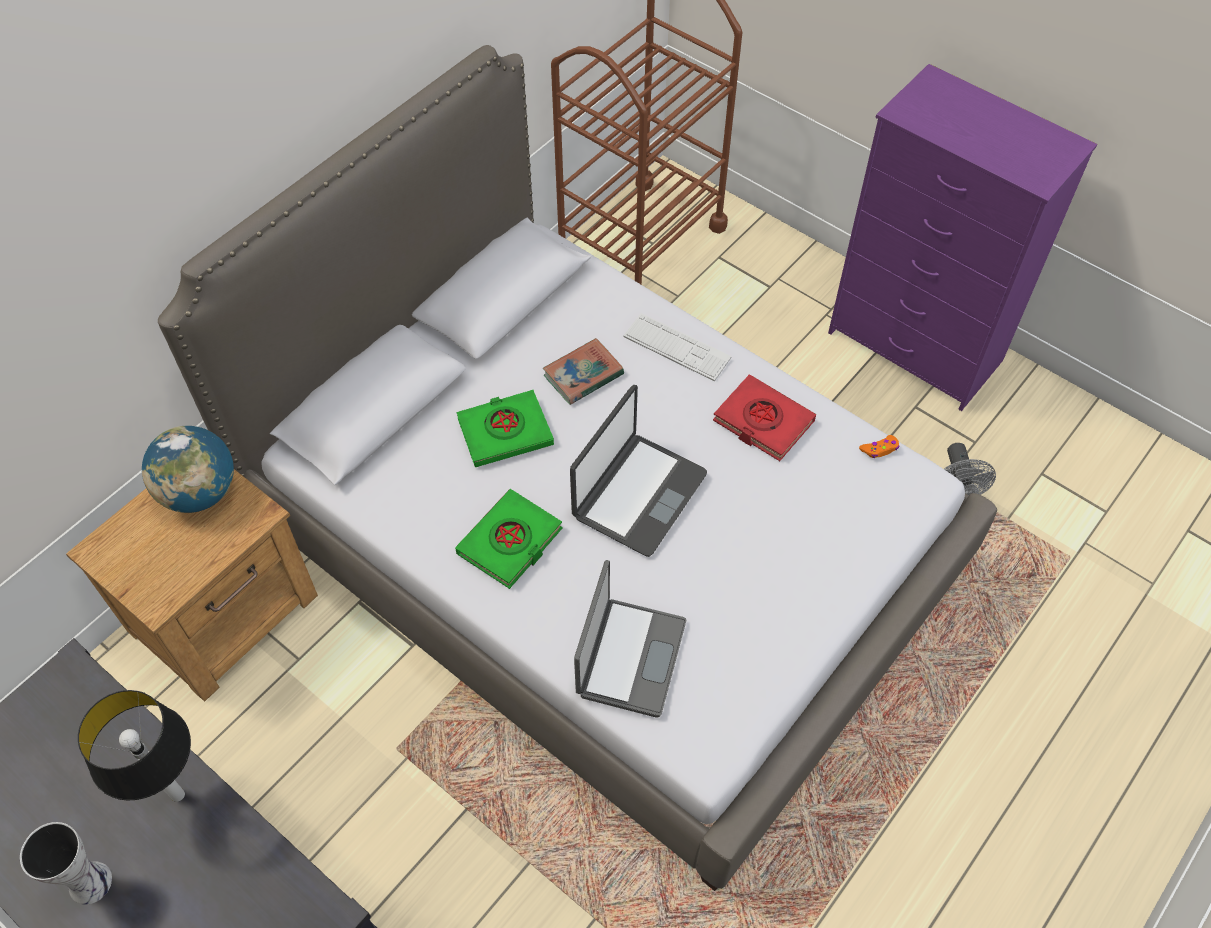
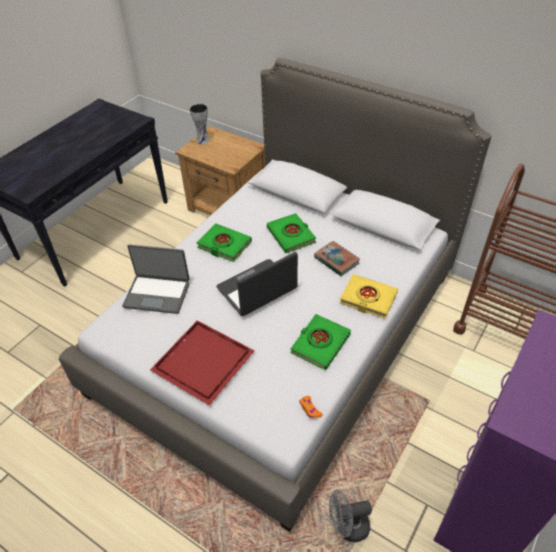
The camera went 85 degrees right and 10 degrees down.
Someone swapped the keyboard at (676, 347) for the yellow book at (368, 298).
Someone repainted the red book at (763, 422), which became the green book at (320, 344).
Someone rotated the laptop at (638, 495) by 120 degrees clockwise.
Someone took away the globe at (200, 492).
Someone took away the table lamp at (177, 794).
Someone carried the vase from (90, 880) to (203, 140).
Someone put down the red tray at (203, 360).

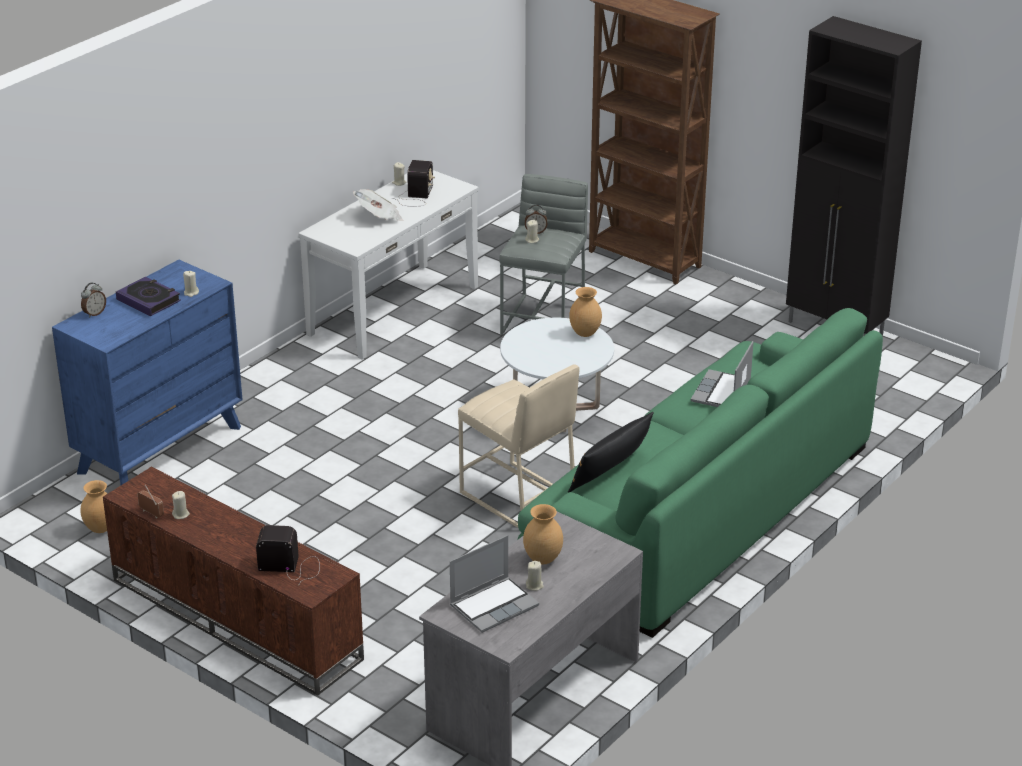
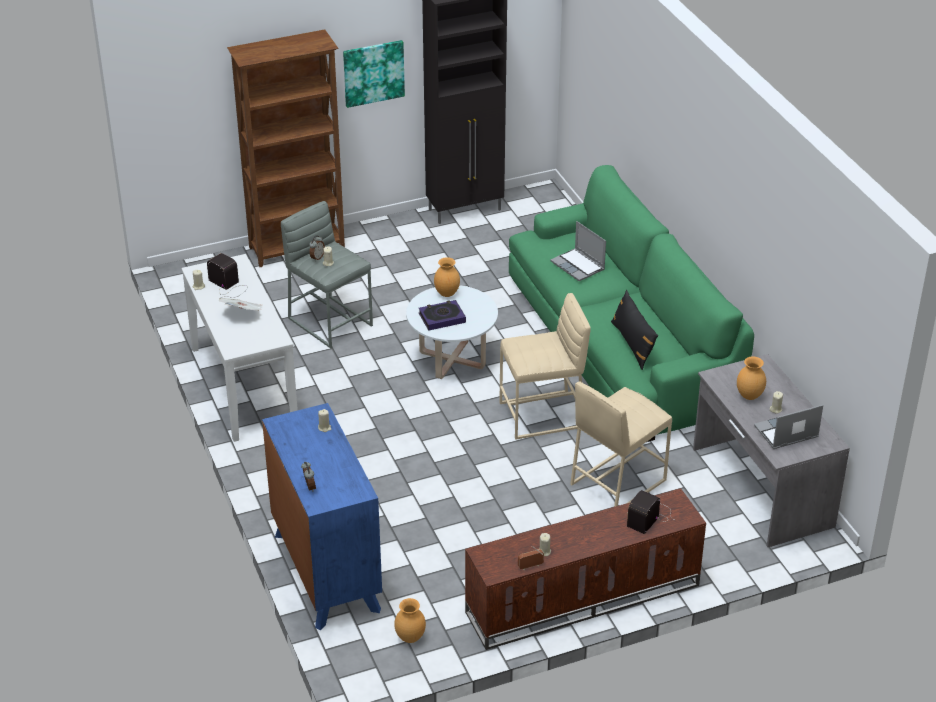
The camera went 60 degrees left and 5 degrees up.
Someone carried the book from (148, 300) to (442, 318).
Someone rotated the laptop at (494, 605) by 105 degrees counterclockwise.
Someone put up the picture at (373, 72).
Someone put down the beige stool at (617, 482).

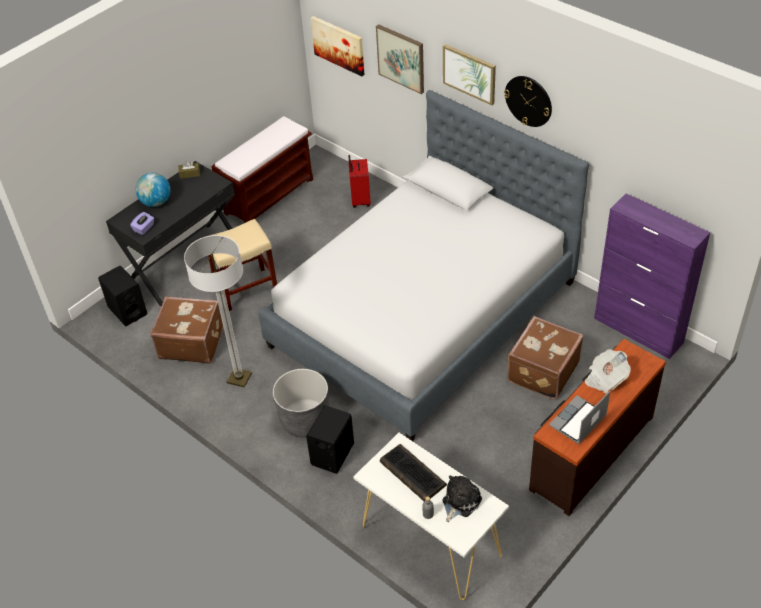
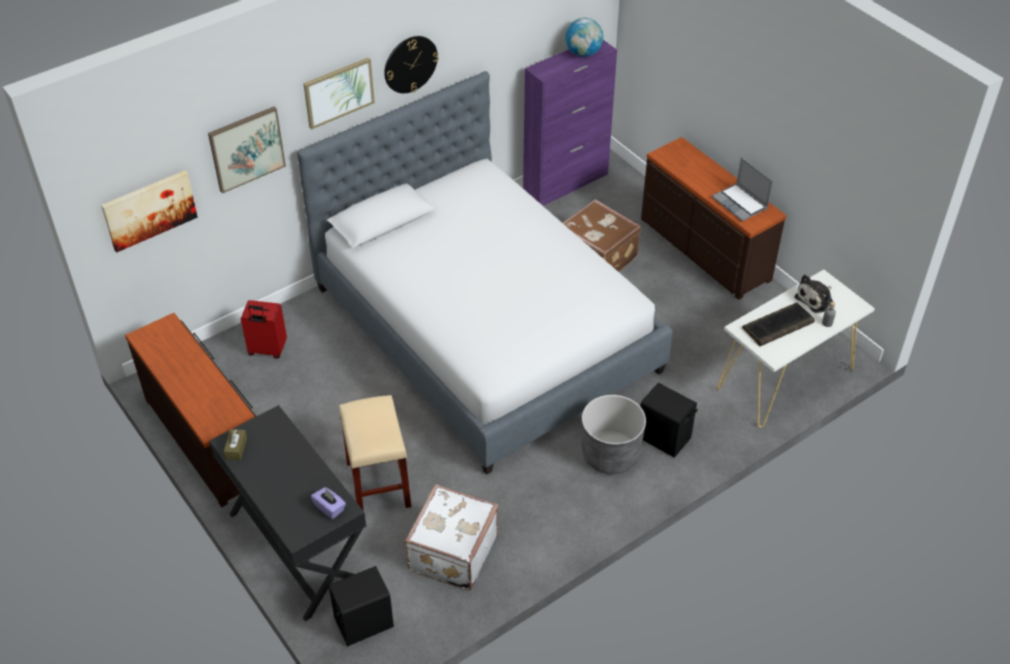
The camera went 80 degrees left and 0 degrees up.
Someone swapped the brown bench at (269, 196) for the brown dresser at (207, 438).
Someone carried the globe from (156, 202) to (583, 53).
Someone took away the floor lamp at (239, 378).
Someone repainted the brown suitcase at (191, 342), which became the white suitcase at (451, 553).
Someone took away the newspaper at (605, 378).
Someone rotated the plush toy at (460, 502) by 90 degrees counterclockwise.

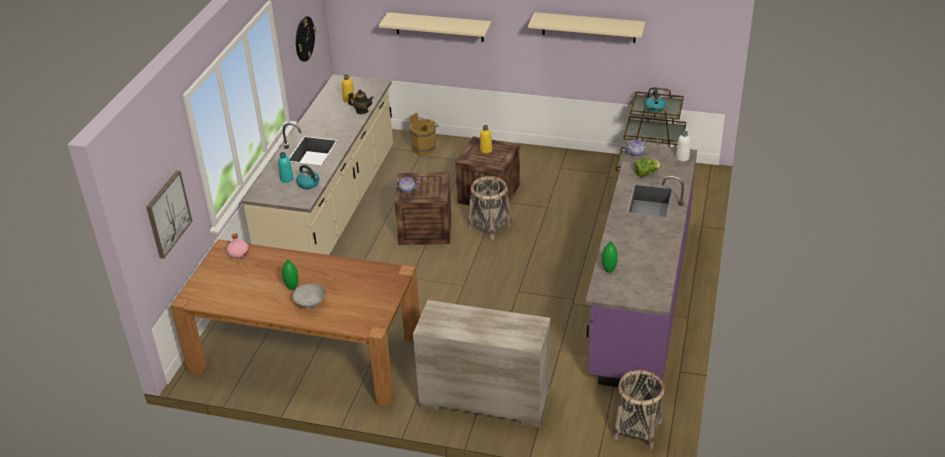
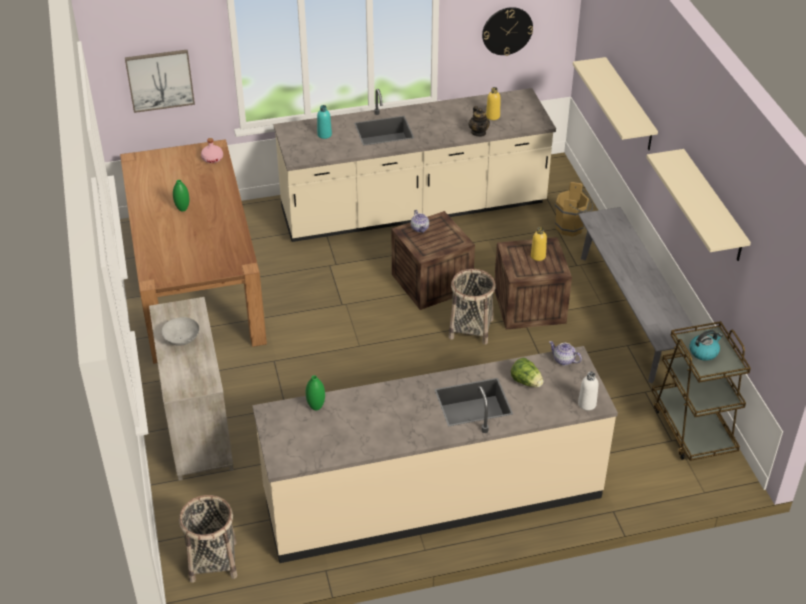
The camera went 60 degrees right and 5 degrees up.
Someone repainted the purple counter at (640, 297), which became the beige counter at (432, 495).
Someone took away the kettle at (309, 184).
Someone carried the grey bowl from (311, 303) to (182, 340).
Someone put down the grey bench at (630, 314).

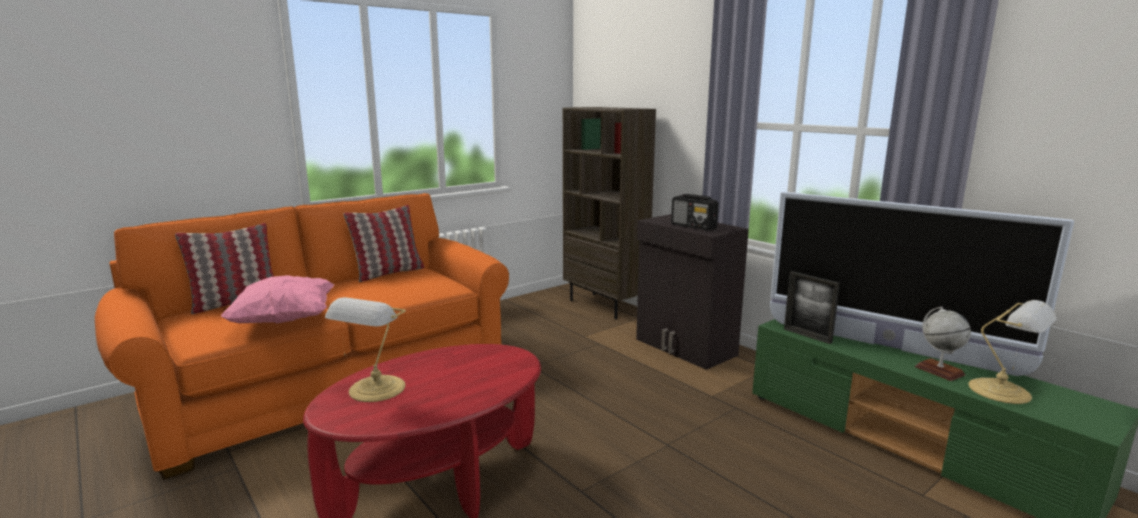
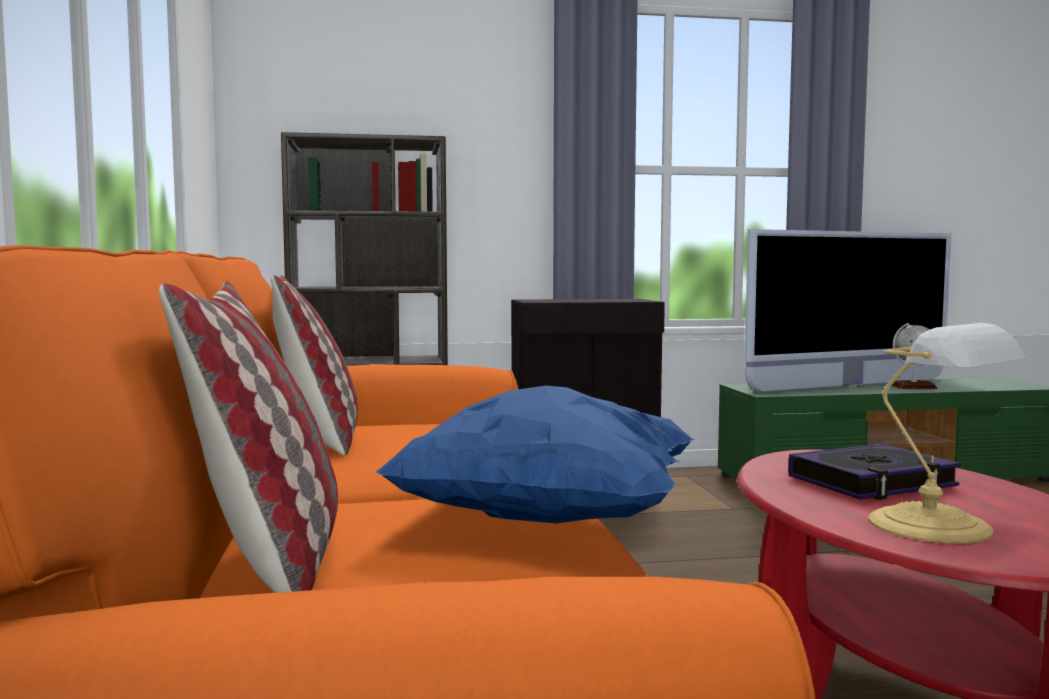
The camera went 60 degrees left and 10 degrees down.
Someone took away the radio at (694, 226).
Someone took away the picture frame at (807, 335).
Someone repainted the pink pillow at (285, 320), which became the blue pillow at (547, 520).
Someone took away the table lamp at (1003, 392).
Someone put down the book at (872, 482).

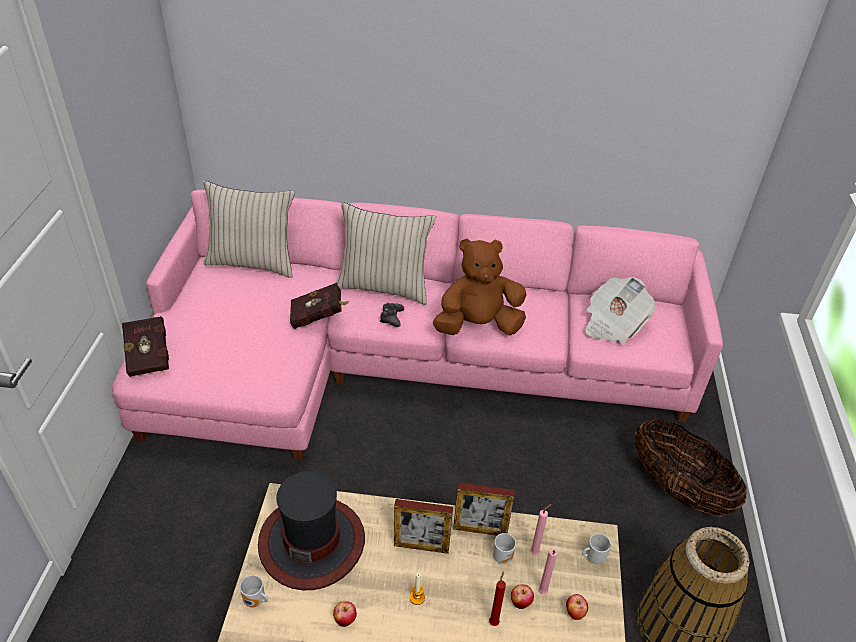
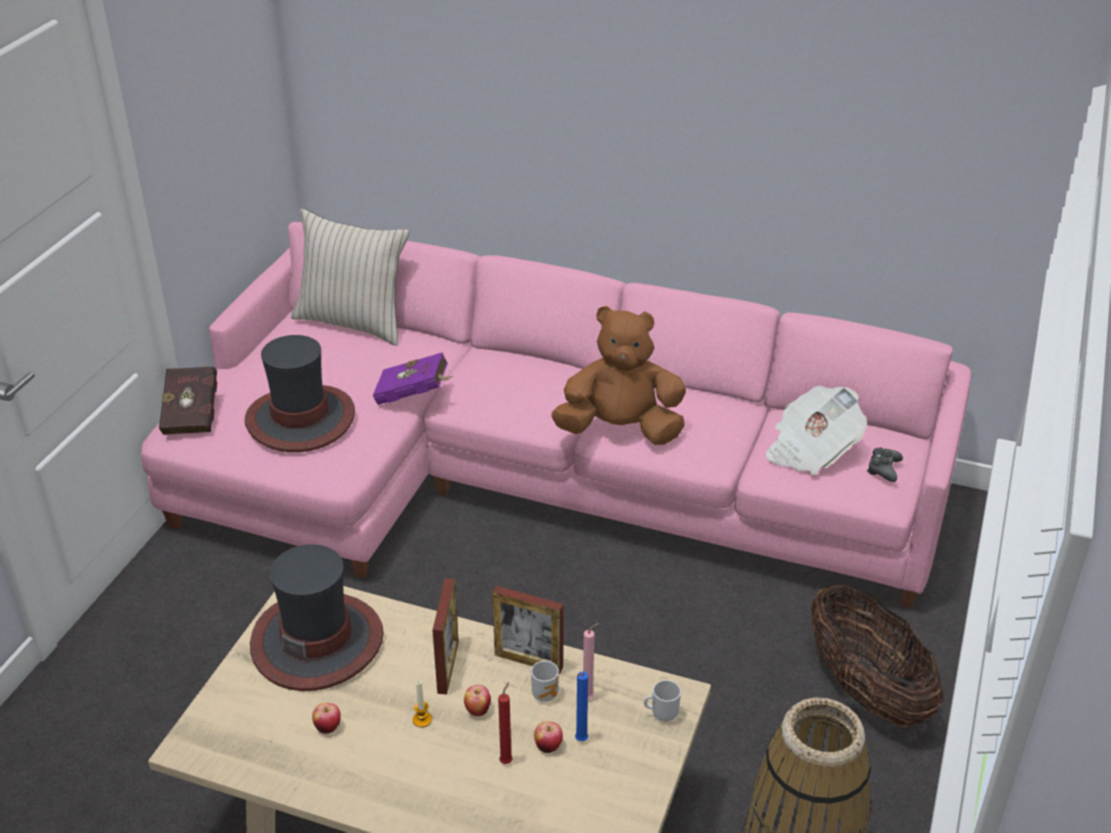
The camera went 15 degrees right and 5 degrees down.
Someone took away the beige pillow at (384, 287).
Someone repainted the red book at (319, 317), which became the purple book at (415, 395).
Someone carried the black game controller from (391, 317) to (883, 469).
Someone rotated the picture frame at (421, 546) by 105 degrees counterclockwise.
Someone repainted the pink candle at (542, 592), which became the blue candle at (580, 741).
Someone took away the mug at (255, 602).
Someone carried the apple from (574, 613) to (477, 710).
Someone put down the hat at (301, 419).

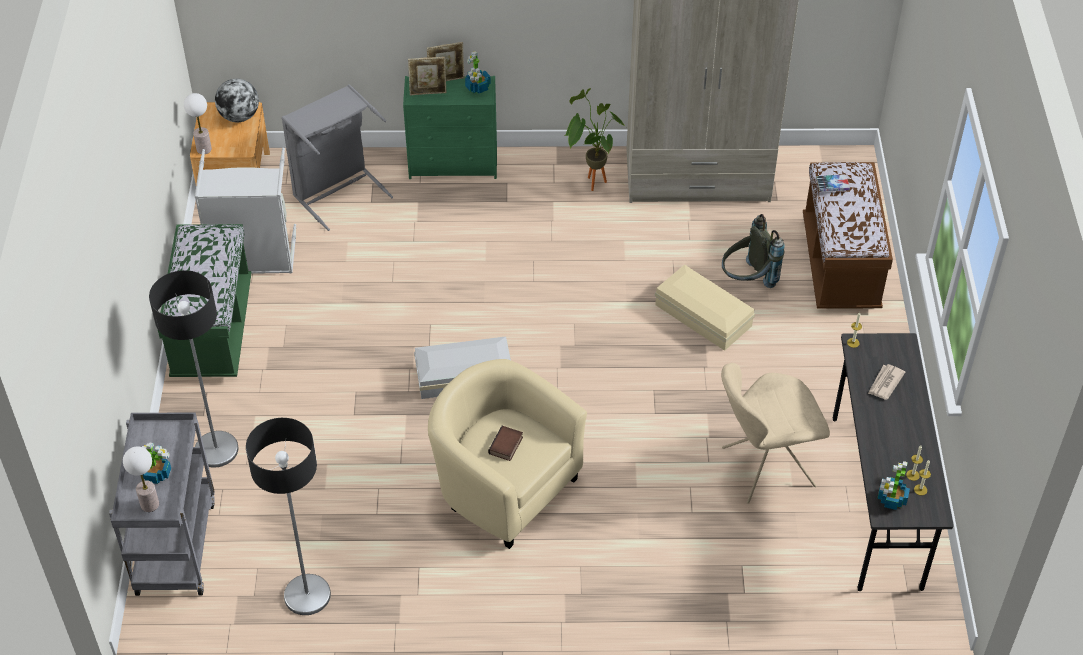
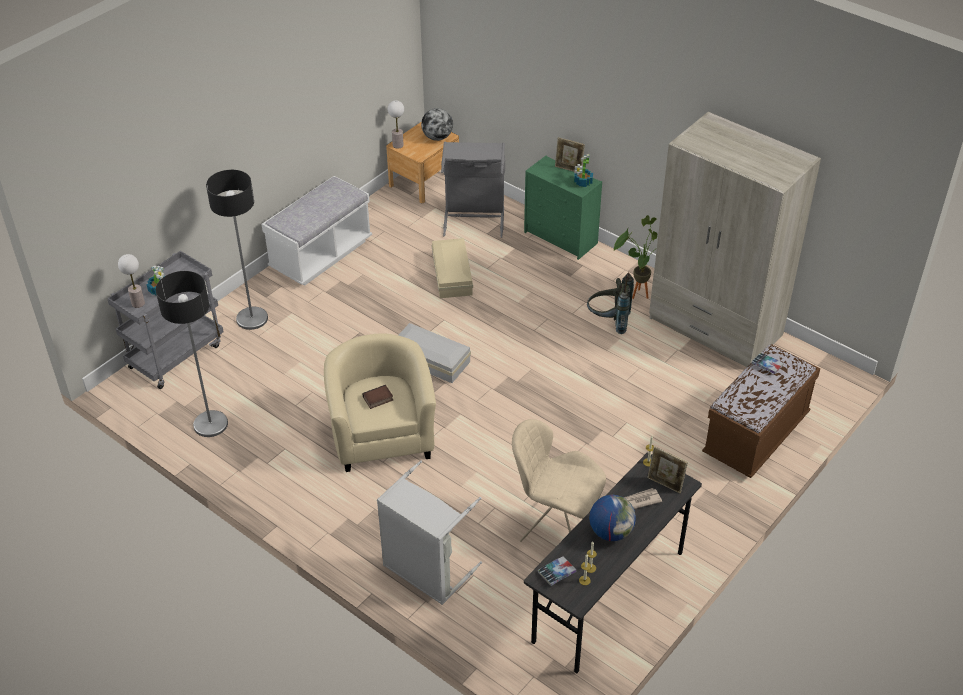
The camera went 40 degrees right and 5 degrees down.
Someone carried the picture frame from (428, 92) to (665, 484).
Someone carried the grey laundry basket from (253, 258) to (426, 571).
Someone carried the grey backpack from (747, 280) to (609, 322).
Someone repainted the green bench at (212, 330), which became the white bench at (321, 255).
Someone carried the beige storage box from (703, 317) to (451, 275).
Someone swapped the potted plant at (891, 499) for the book at (556, 573).
Someone put down the globe at (611, 532).

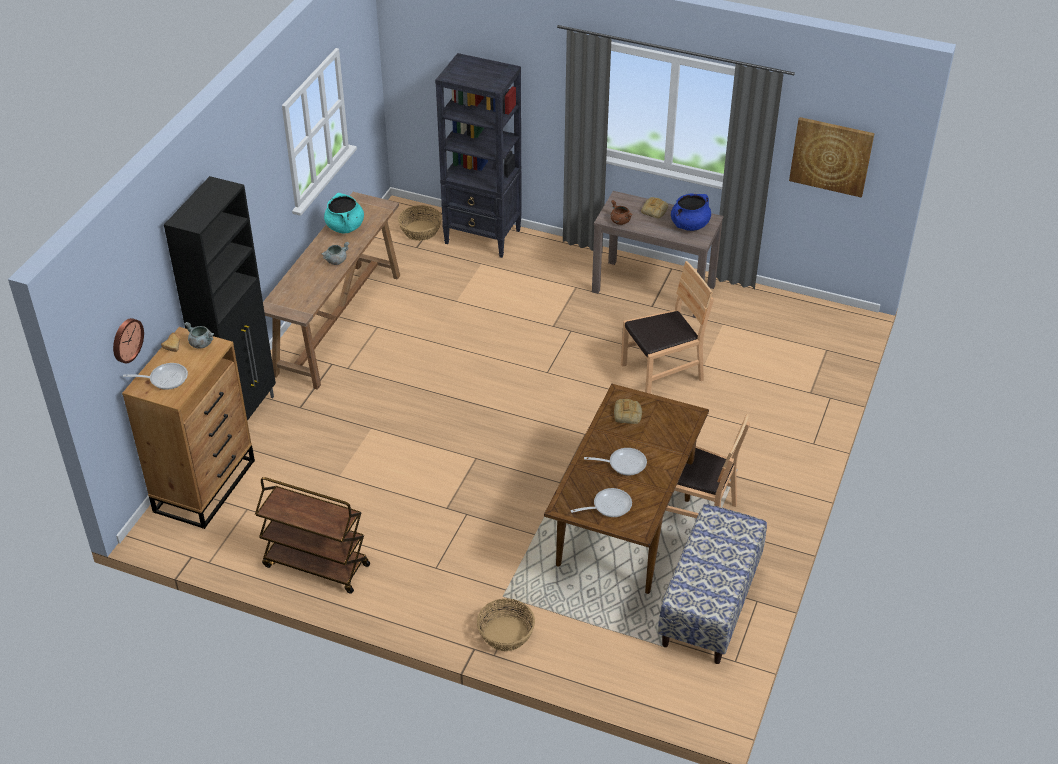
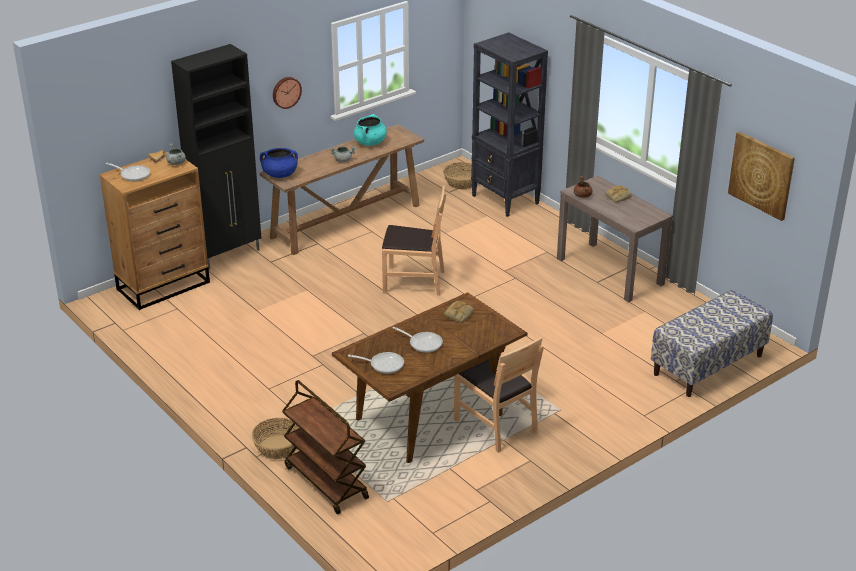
The camera went 30 degrees right and 10 degrees down.
Someone carried the blue cooking pot from (689, 225) to (280, 174).
Someone carried the brown chair from (662, 373) to (413, 281).
Someone carried the wall clock from (126, 340) to (286, 92).
Someone carried the brown cart from (315, 565) to (325, 482).
Someone carried the bench from (710, 605) to (708, 365).

